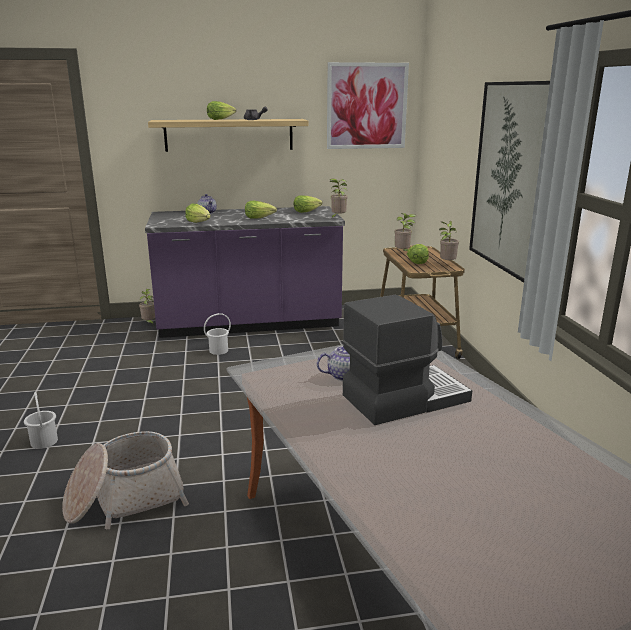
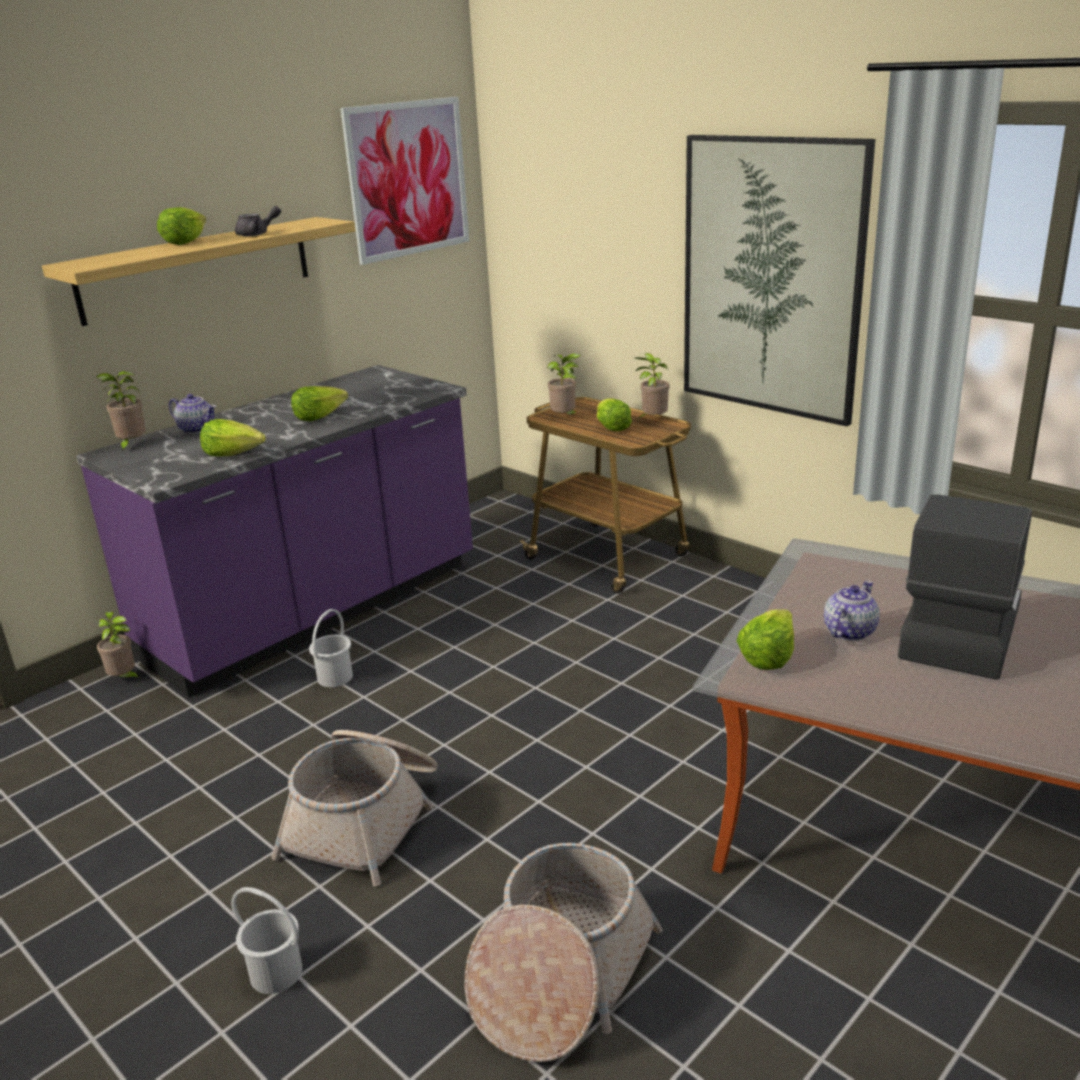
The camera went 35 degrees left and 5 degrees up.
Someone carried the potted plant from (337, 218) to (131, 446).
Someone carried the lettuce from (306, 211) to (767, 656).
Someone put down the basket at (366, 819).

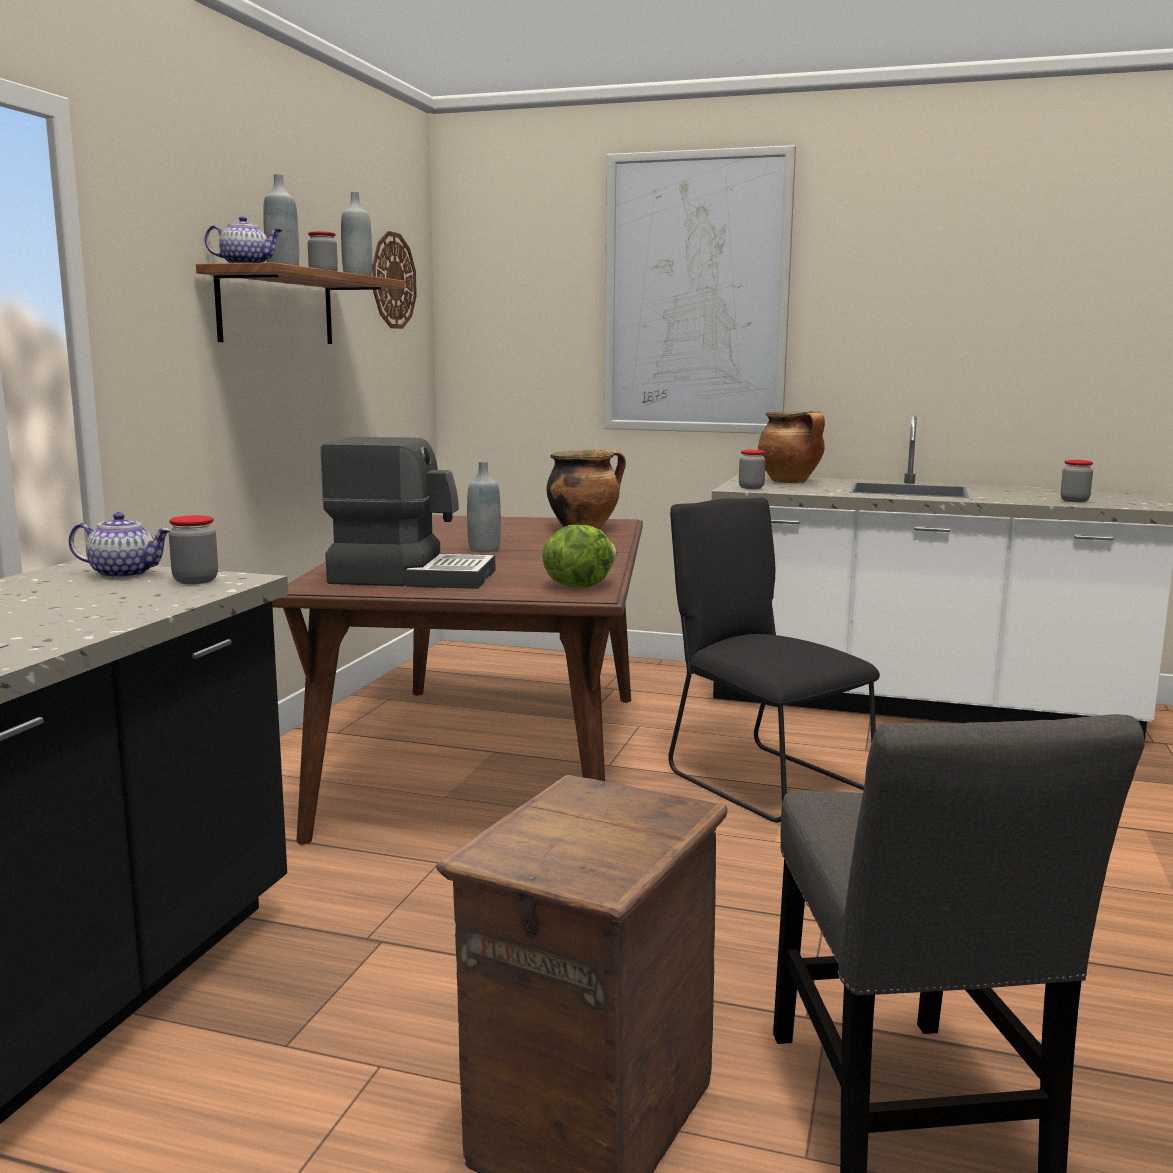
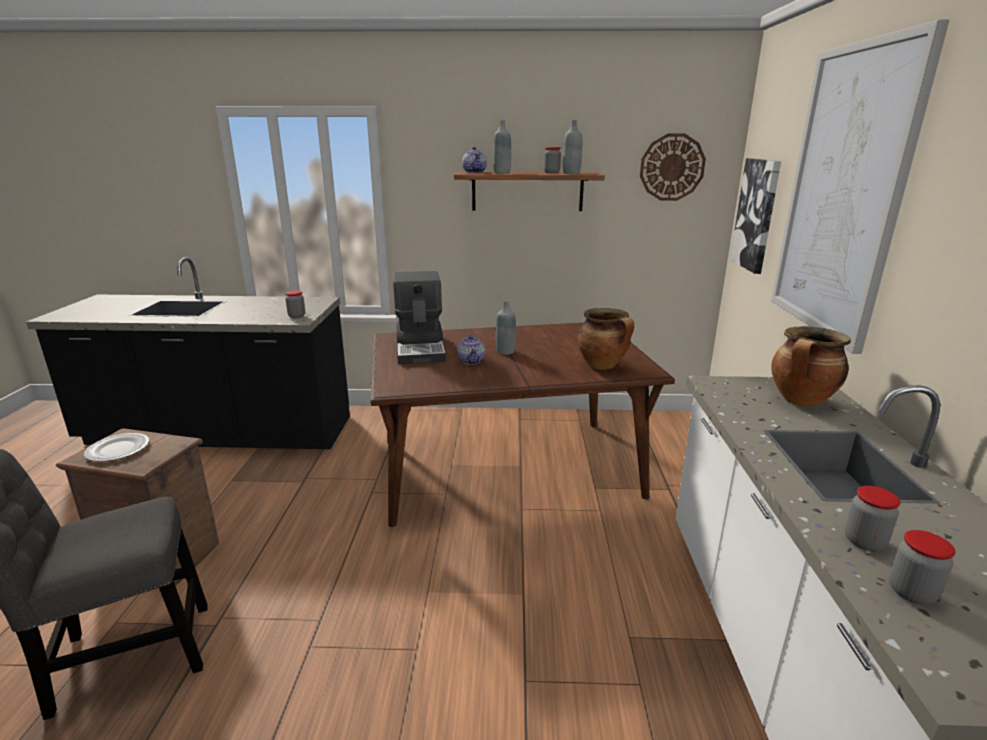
The camera went 75 degrees right and 10 degrees up.
Someone carried the jar from (751, 488) to (864, 541).
Someone took away the black chair at (761, 779).
Someone carried the teapot from (124, 574) to (471, 361).
Someone took away the lettuce at (578, 586).
Someone put up the picture at (756, 214).
Someone put down the plate at (118, 449).

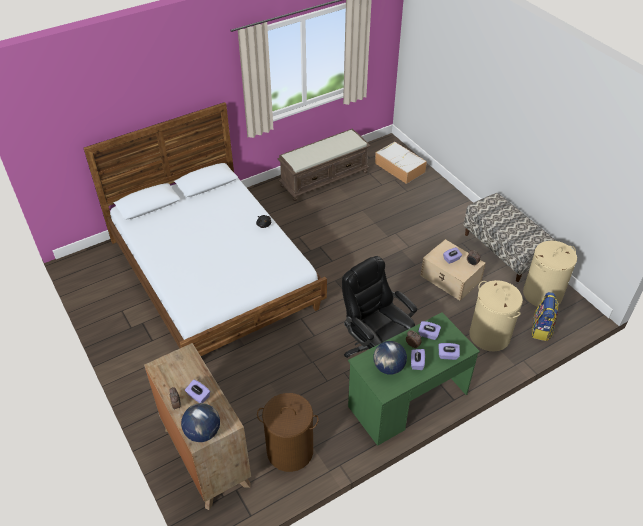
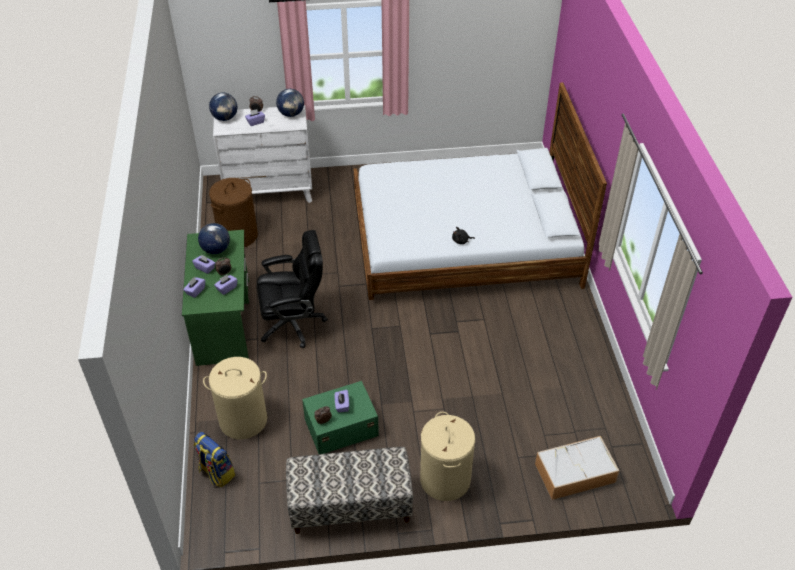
The camera went 115 degrees right and 0 degrees up.
Someone took away the brown bench at (324, 178).
Someone repainted the beige storage box at (451, 278), which became the green storage box at (340, 427).
Someone carried the beige laundry basket from (542, 294) to (445, 479).
Someone repainted the brown dresser at (206, 456), which became the white dresser at (269, 193).
Someone put down the globe at (291, 114).

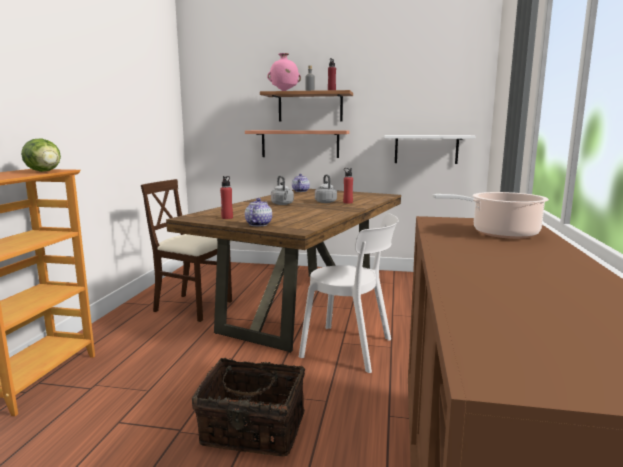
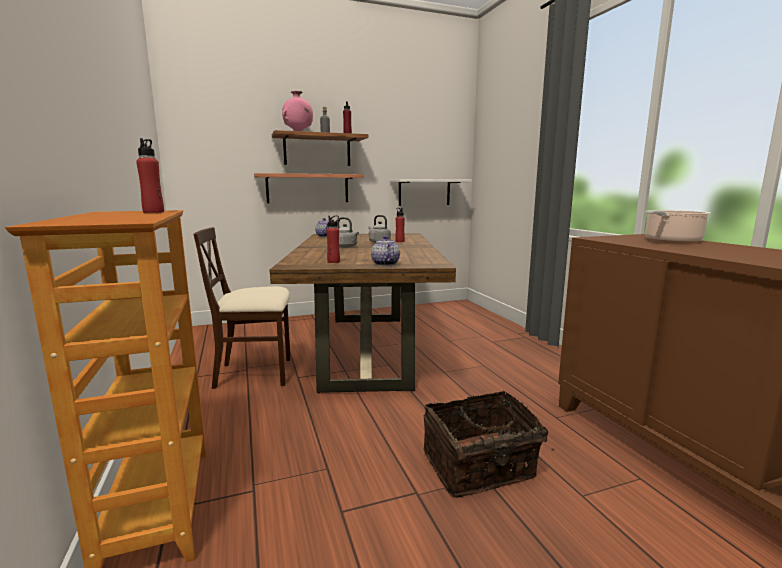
The camera went 30 degrees left and 0 degrees up.
Someone swapped the lettuce at (45, 171) for the red bottle at (153, 212).
Someone took away the white chair at (351, 348).

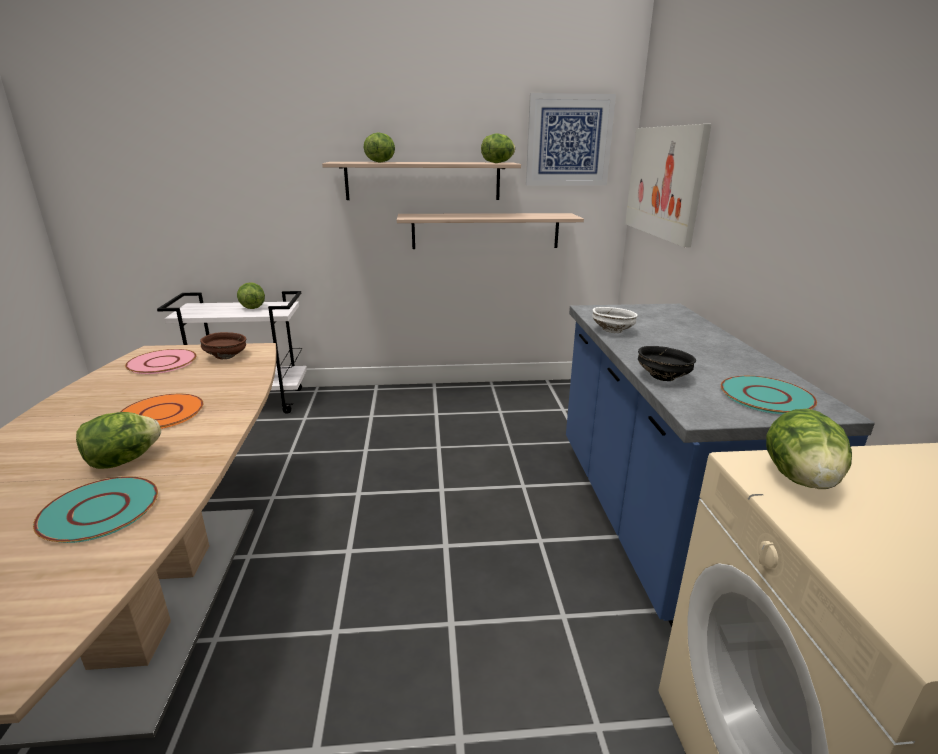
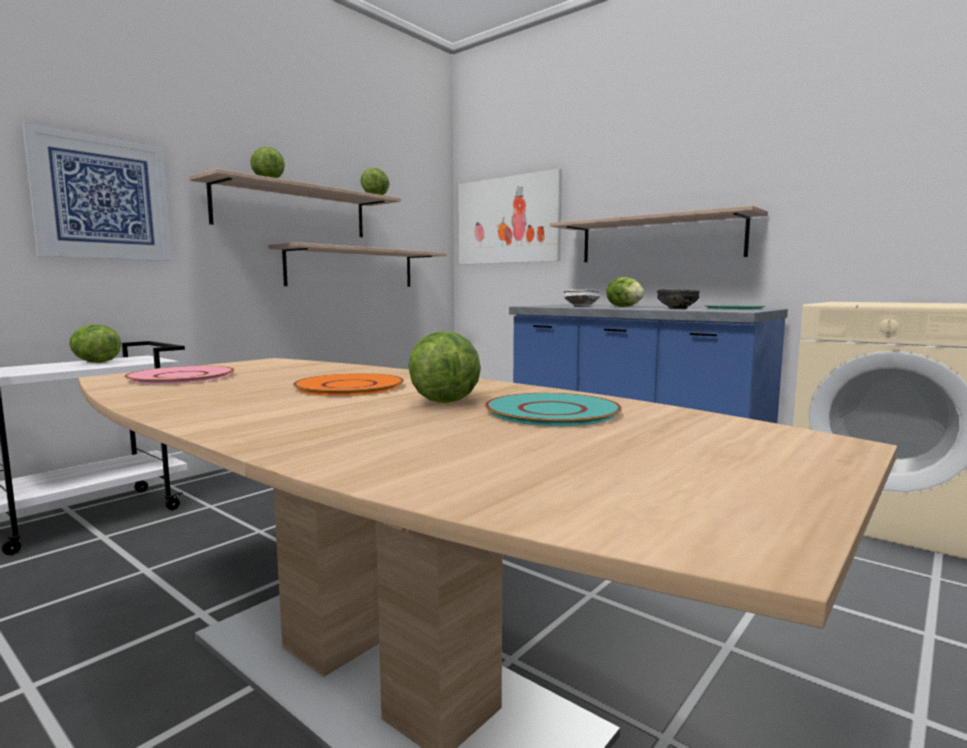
The camera went 45 degrees left and 15 degrees down.
Someone carried the picture from (569, 140) to (102, 198).
Someone took away the brown bowl at (227, 356).
Someone carried the lettuce from (800, 479) to (624, 307).
Someone put up the shelf at (659, 239).

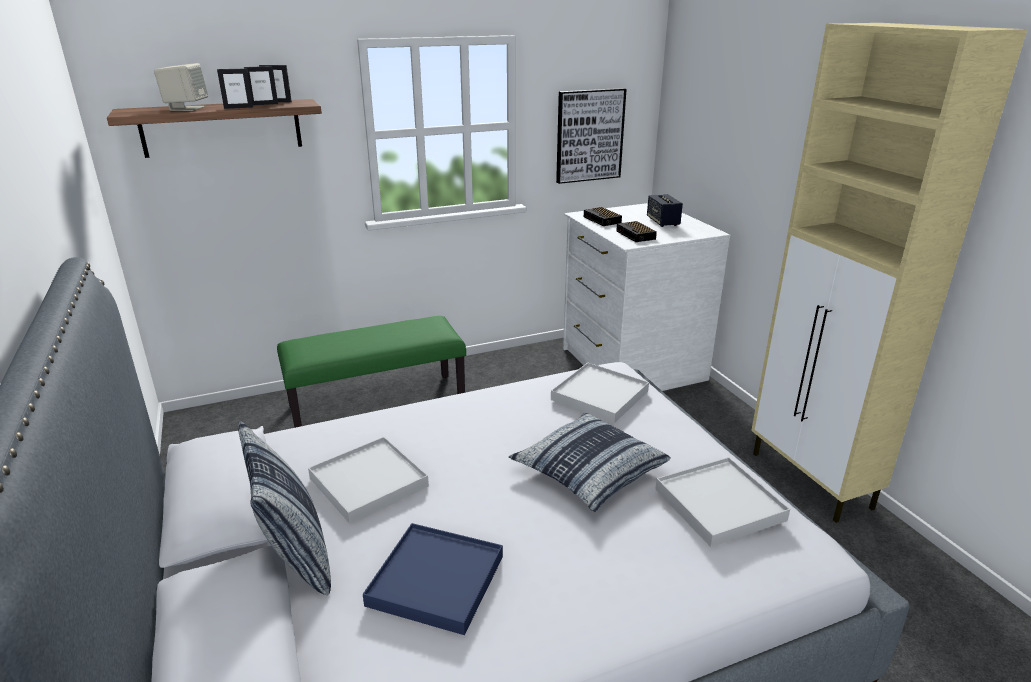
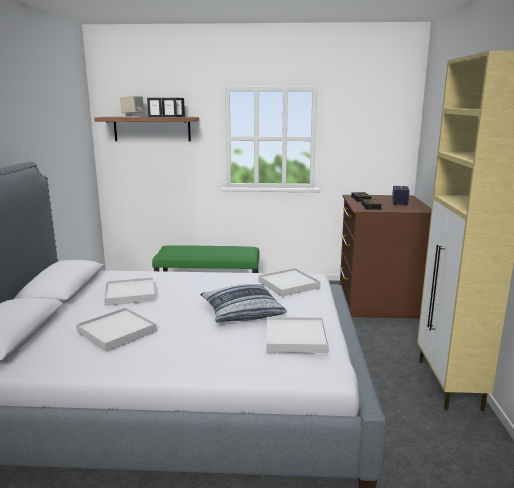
The camera went 25 degrees right and 10 degrees down.
Someone took away the picture at (589, 135).
Someone repainted the white dresser at (630, 364), which became the brown dresser at (377, 301).
Someone took away the pillow at (295, 555).
Someone repainted the blue tray at (435, 581), which became the white tray at (116, 331).

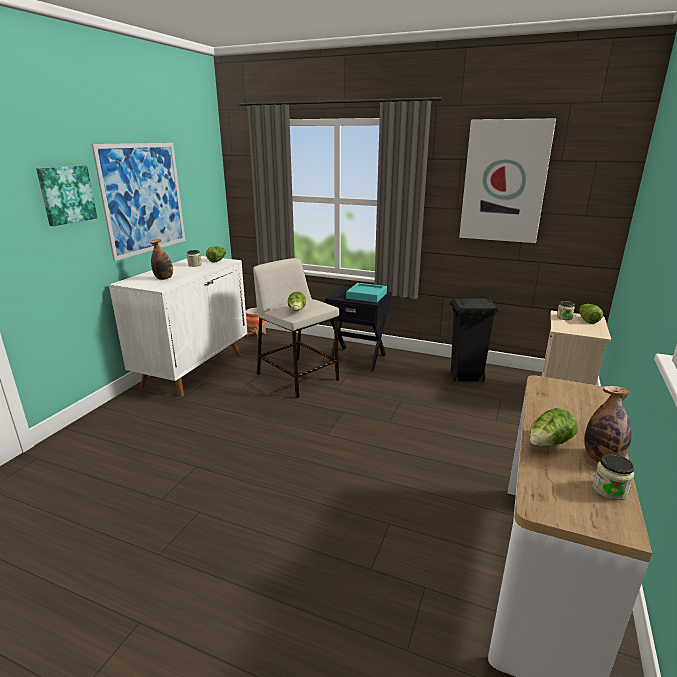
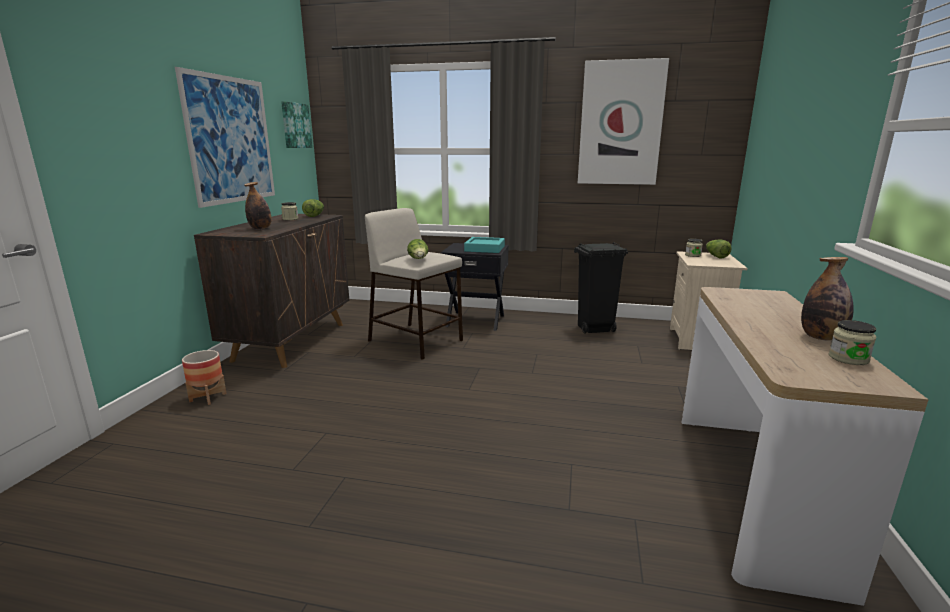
The camera went 10 degrees left and 5 degrees down.
Someone carried the picture from (66, 194) to (295, 125).
Someone repainted the white cabinet at (194, 369), which became the brown cabinet at (292, 341).
Someone carried the planter from (256, 334) to (208, 397).
Someone took away the lettuce at (549, 443).

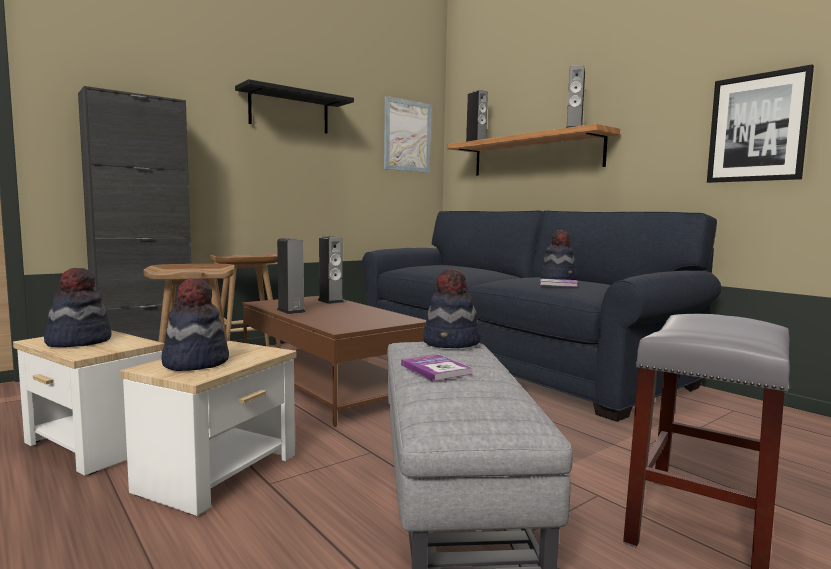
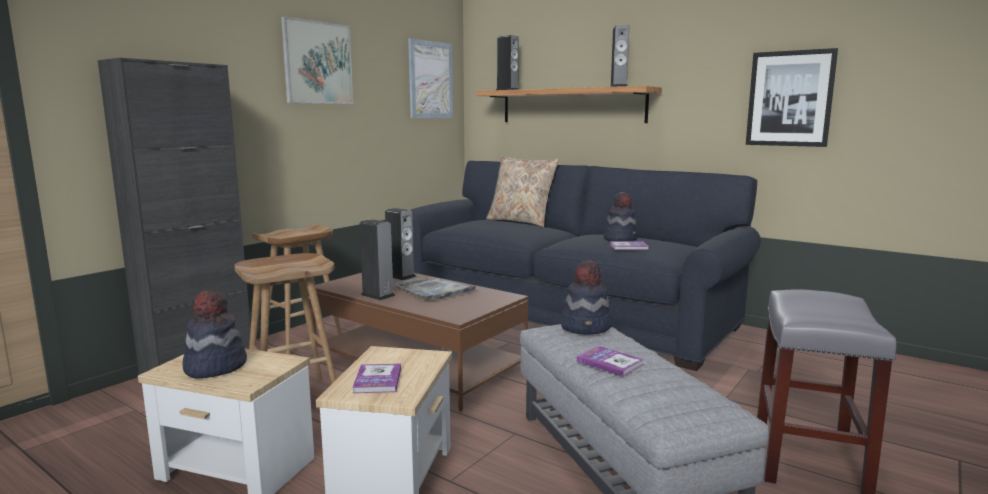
The camera went 15 degrees left and 5 degrees up.
Someone swapped the black shelf at (289, 111) for the picture at (317, 63).
Someone swapped the hat at (195, 363) for the book at (377, 380).
Someone put down the beige pillow at (521, 221).
Someone put down the grey tray at (434, 291).

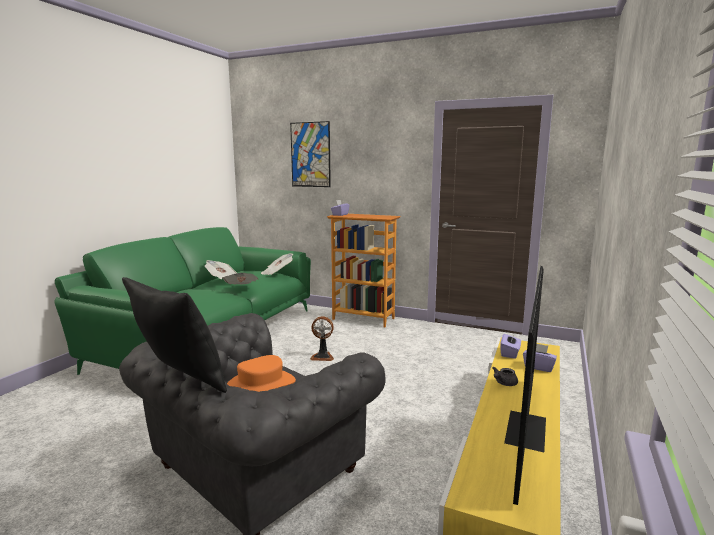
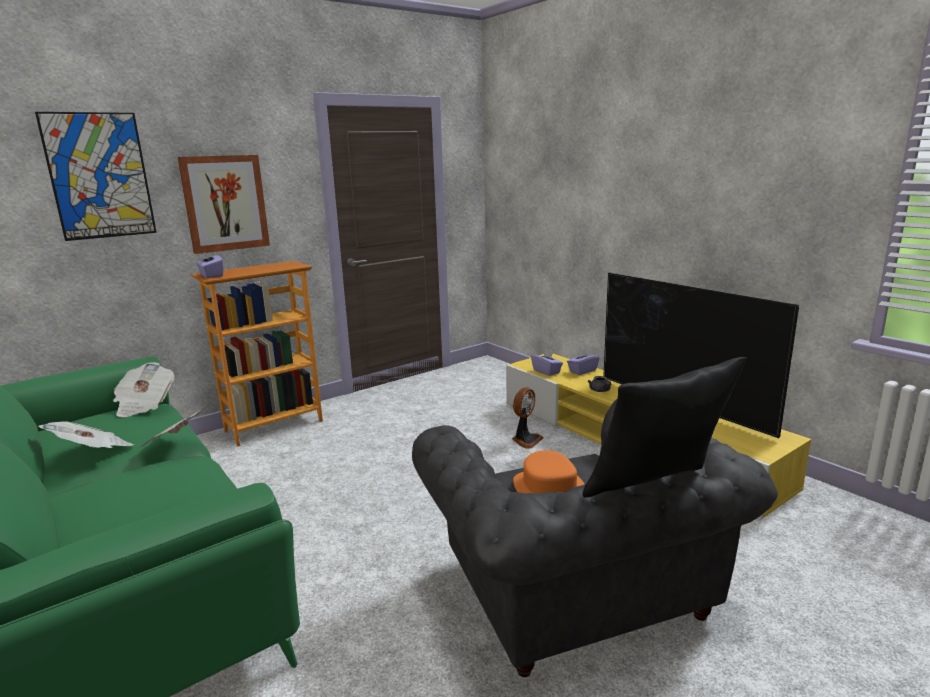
The camera went 60 degrees left and 5 degrees up.
Someone carried the fan from (322, 356) to (526, 440).
Someone put up the picture at (225, 203).

